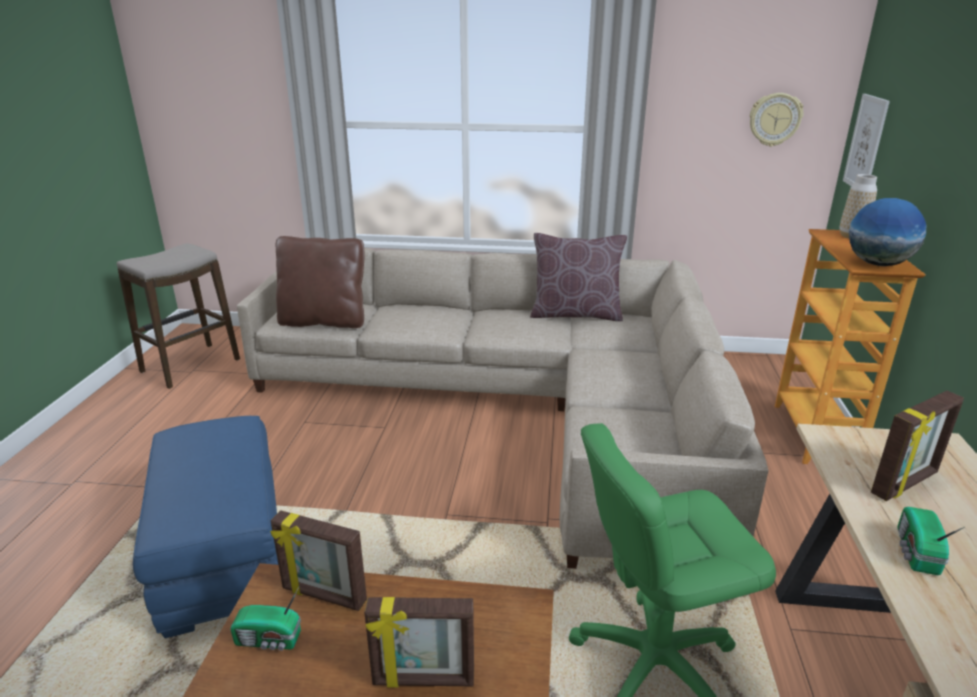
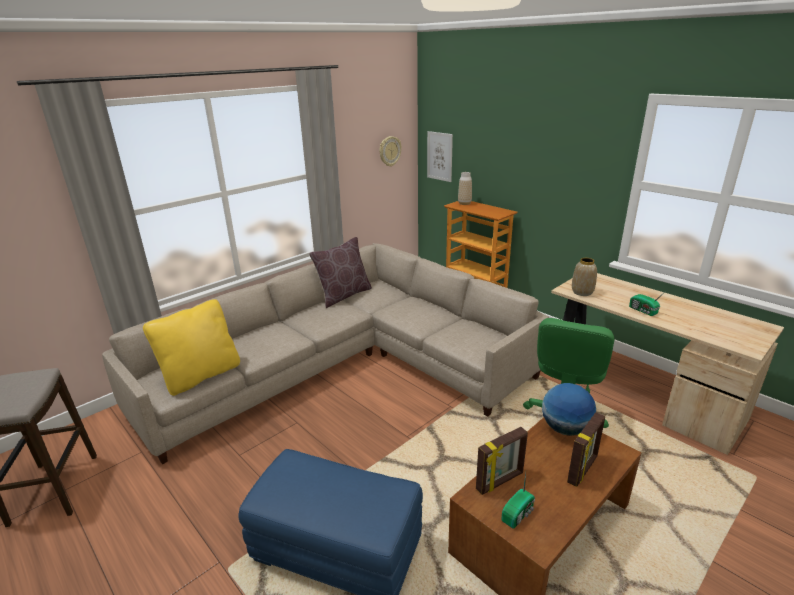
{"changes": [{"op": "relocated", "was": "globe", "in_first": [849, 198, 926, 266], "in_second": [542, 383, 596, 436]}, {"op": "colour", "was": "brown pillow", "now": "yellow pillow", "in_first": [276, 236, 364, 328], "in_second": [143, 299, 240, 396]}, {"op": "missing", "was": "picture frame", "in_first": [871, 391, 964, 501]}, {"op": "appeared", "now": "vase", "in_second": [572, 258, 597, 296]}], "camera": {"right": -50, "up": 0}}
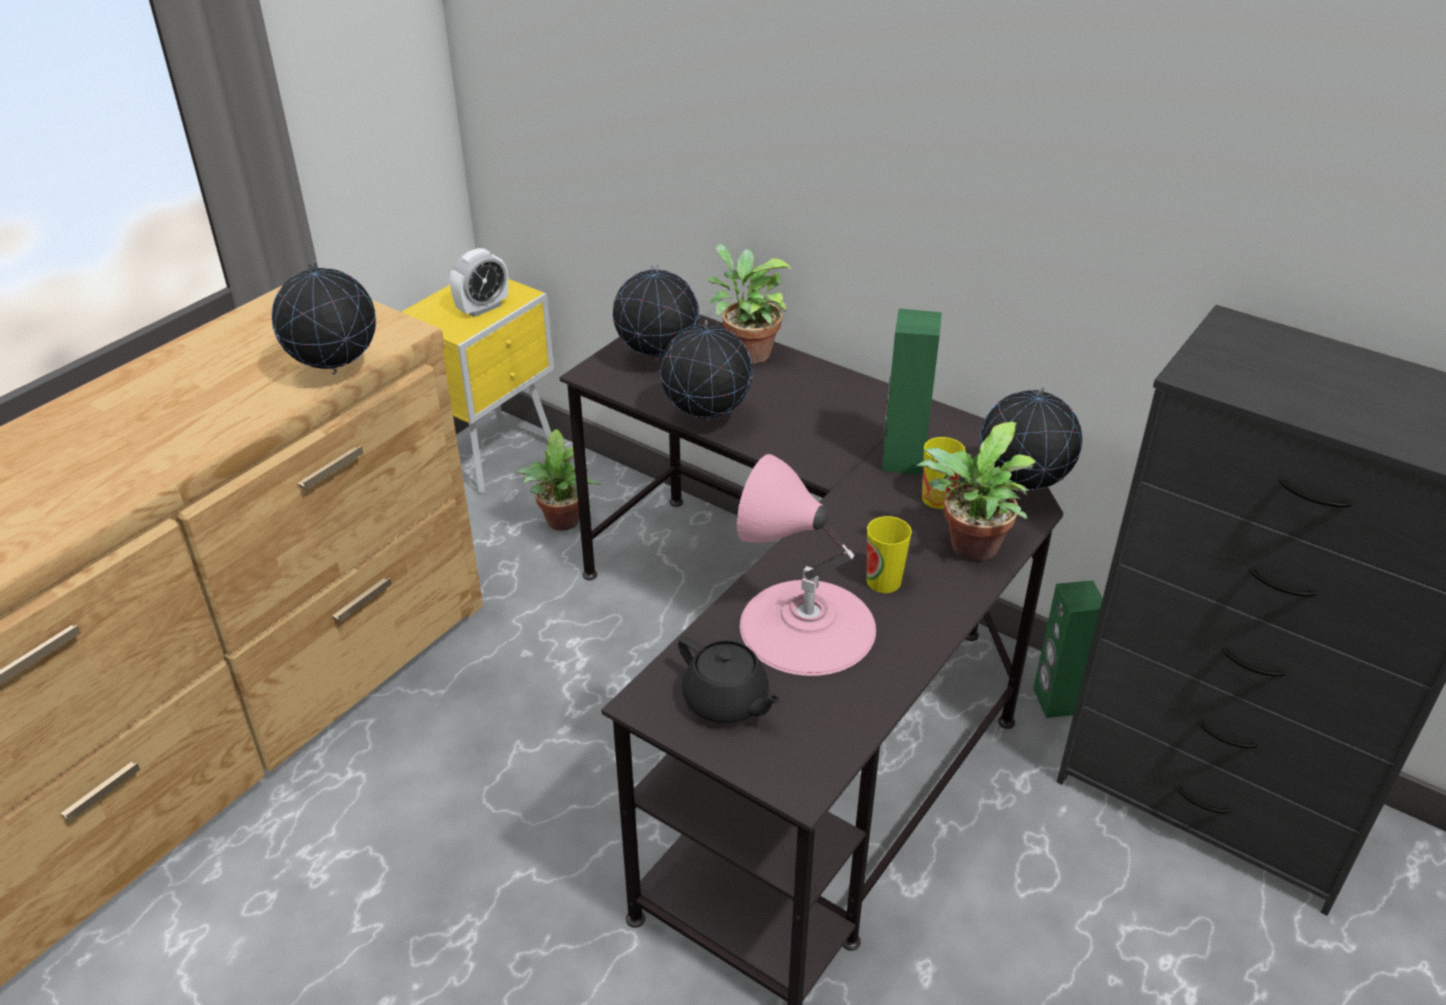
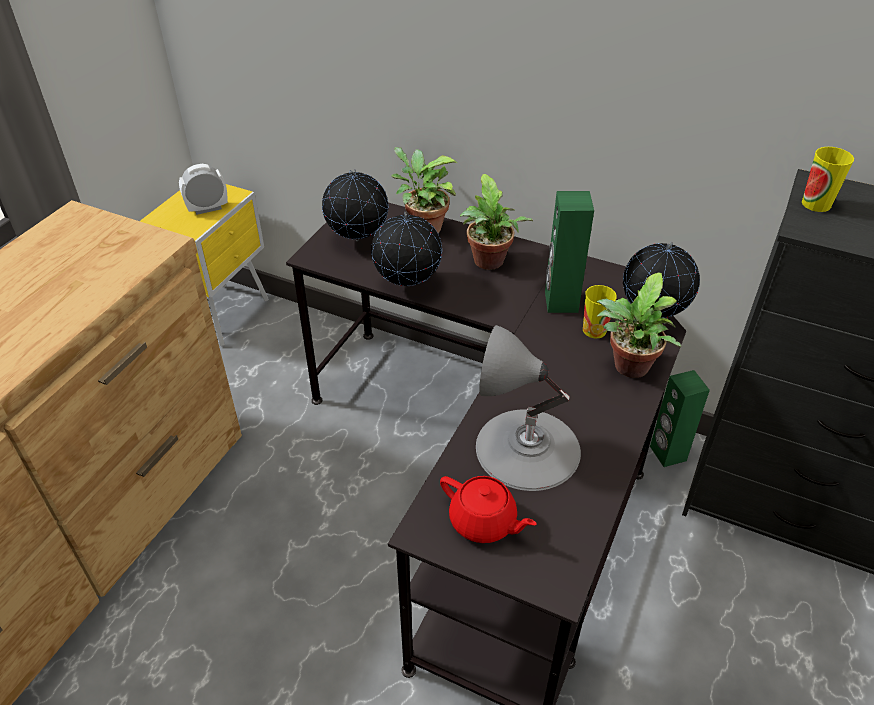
{"changes": [{"op": "spun", "was": "alarm clock", "in_first": [450, 248, 508, 317], "in_second": [179, 164, 227, 215], "clockwise": -150}, {"op": "missing", "was": "globe", "in_first": [271, 261, 376, 374]}, {"op": "relocated", "was": "potted plant", "in_first": [515, 429, 601, 531], "in_second": [460, 174, 533, 270]}, {"op": "colour", "was": "pink table lamp", "now": "grey table lamp", "in_first": [737, 454, 876, 676], "in_second": [476, 325, 581, 491]}, {"op": "relocated", "was": "cup", "in_first": [867, 516, 912, 593], "in_second": [802, 147, 854, 212]}, {"op": "colour", "was": "black teapot", "now": "red teapot", "in_first": [678, 637, 782, 723], "in_second": [440, 476, 537, 543]}], "camera": {"right": -10, "up": 5}}
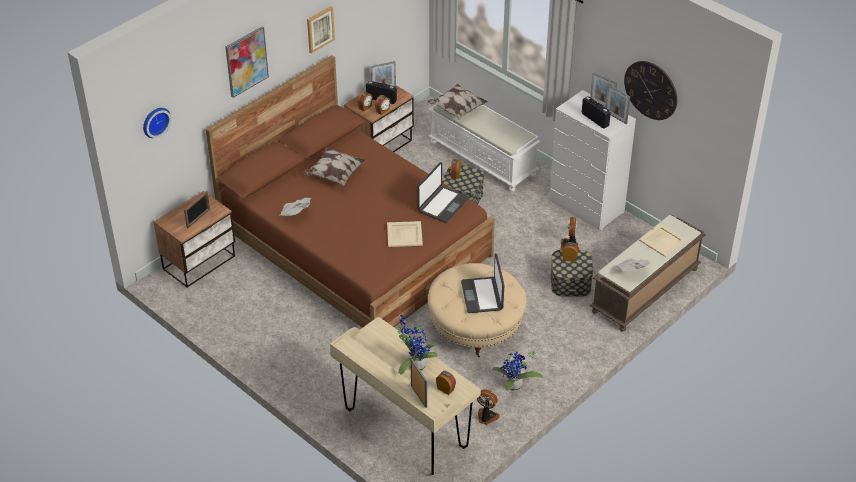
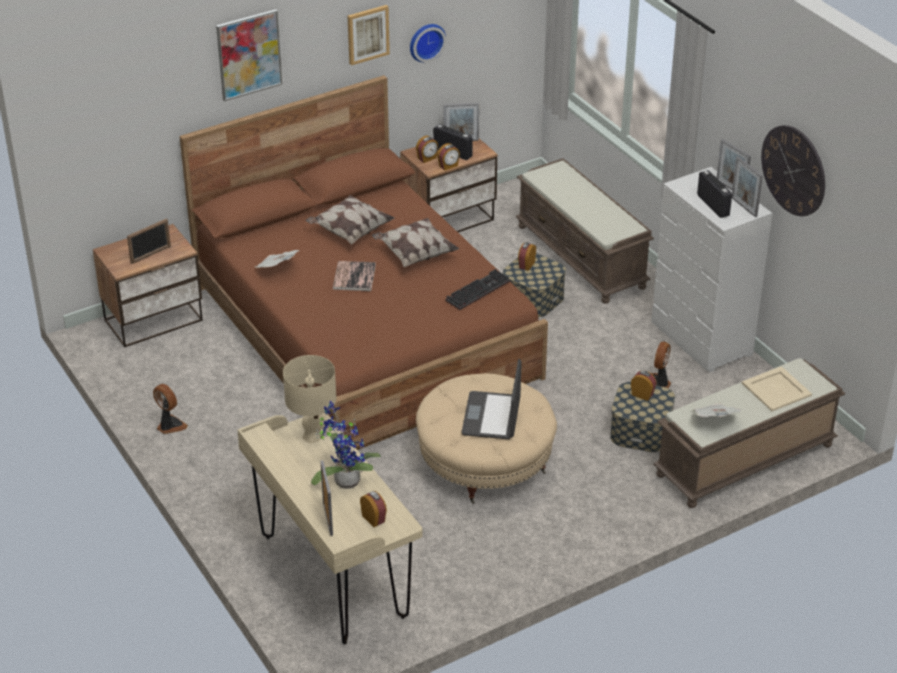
{"changes": [{"op": "relocated", "was": "pillow", "in_first": [427, 84, 488, 120], "in_second": [372, 218, 460, 267]}, {"op": "colour", "was": "white bench", "now": "brown bench", "in_first": [429, 104, 541, 192], "in_second": [516, 158, 654, 304]}, {"op": "relocated", "was": "wall clock", "in_first": [143, 108, 171, 138], "in_second": [410, 24, 446, 62]}, {"op": "exchanged", "was": "laptop", "now": "keyboard", "in_first": [417, 162, 469, 223], "in_second": [445, 269, 510, 310]}, {"op": "missing", "was": "beige tray", "in_first": [387, 221, 423, 247]}, {"op": "missing", "was": "potted plant", "in_first": [493, 351, 542, 391]}, {"op": "relocated", "was": "fan", "in_first": [477, 389, 500, 425], "in_second": [153, 384, 188, 434]}, {"op": "appeared", "now": "book", "in_second": [333, 261, 376, 291]}, {"op": "appeared", "now": "beige table lamp", "in_second": [283, 355, 336, 443]}], "camera": {"right": 15, "up": -5}}
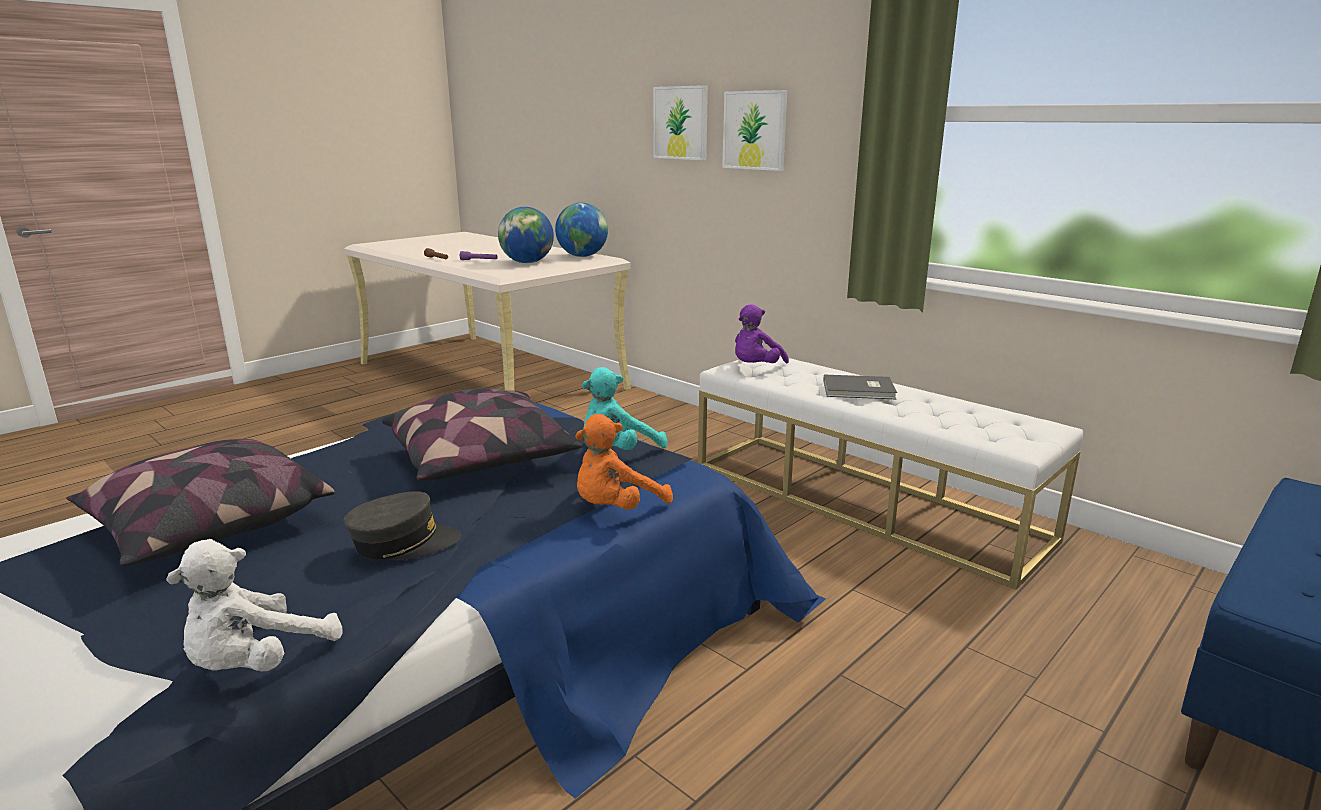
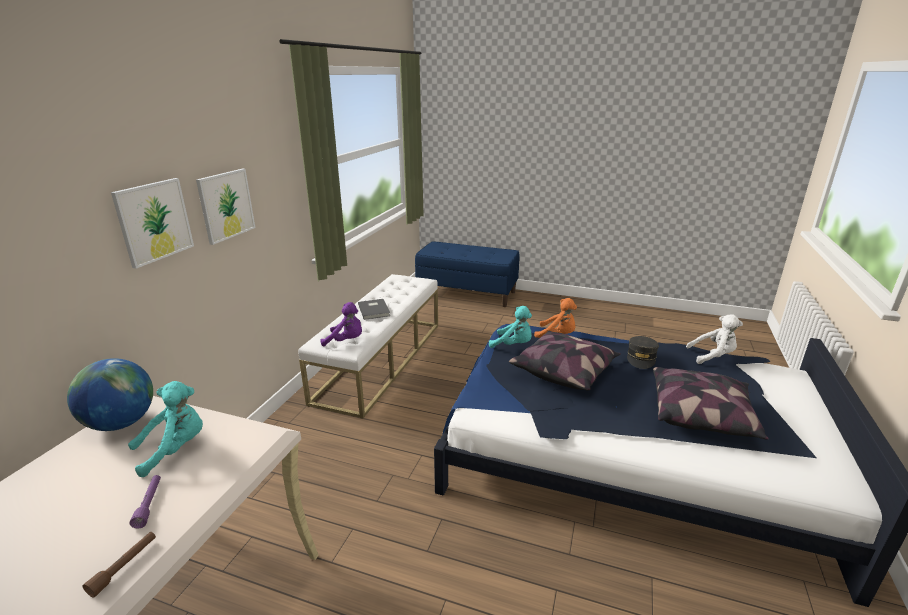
{"changes": [{"op": "exchanged", "was": "globe", "now": "turquoise plush toy", "in_first": [498, 207, 554, 263], "in_second": [128, 381, 203, 477]}, {"op": "spun", "was": "grey cap", "in_first": [344, 491, 461, 559], "in_second": [627, 336, 659, 369], "clockwise": -120}], "camera": {"right": -115, "up": 5}}
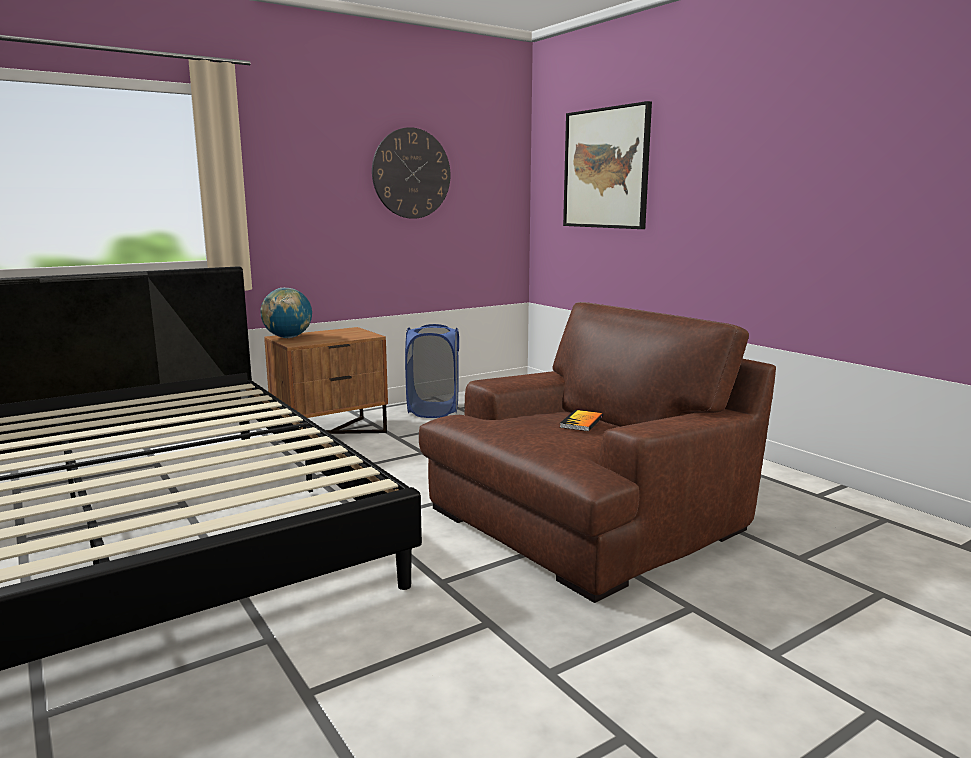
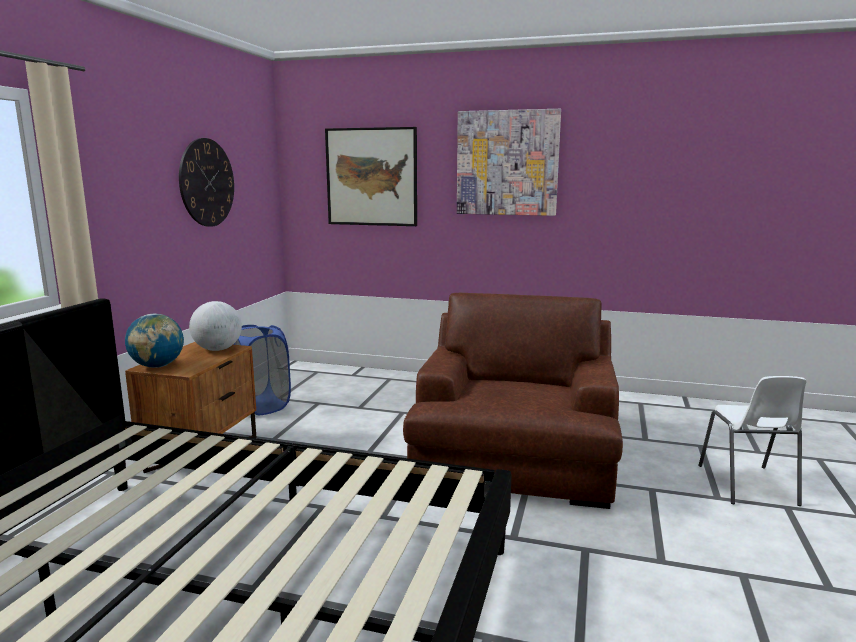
{"changes": [{"op": "missing", "was": "book", "in_first": [560, 410, 603, 431]}, {"op": "appeared", "now": "picture", "in_second": [457, 109, 561, 216]}, {"op": "appeared", "now": "globe", "in_second": [189, 301, 242, 351]}, {"op": "appeared", "now": "white chair", "in_second": [698, 376, 807, 506]}], "camera": {"right": -40, "up": 0}}
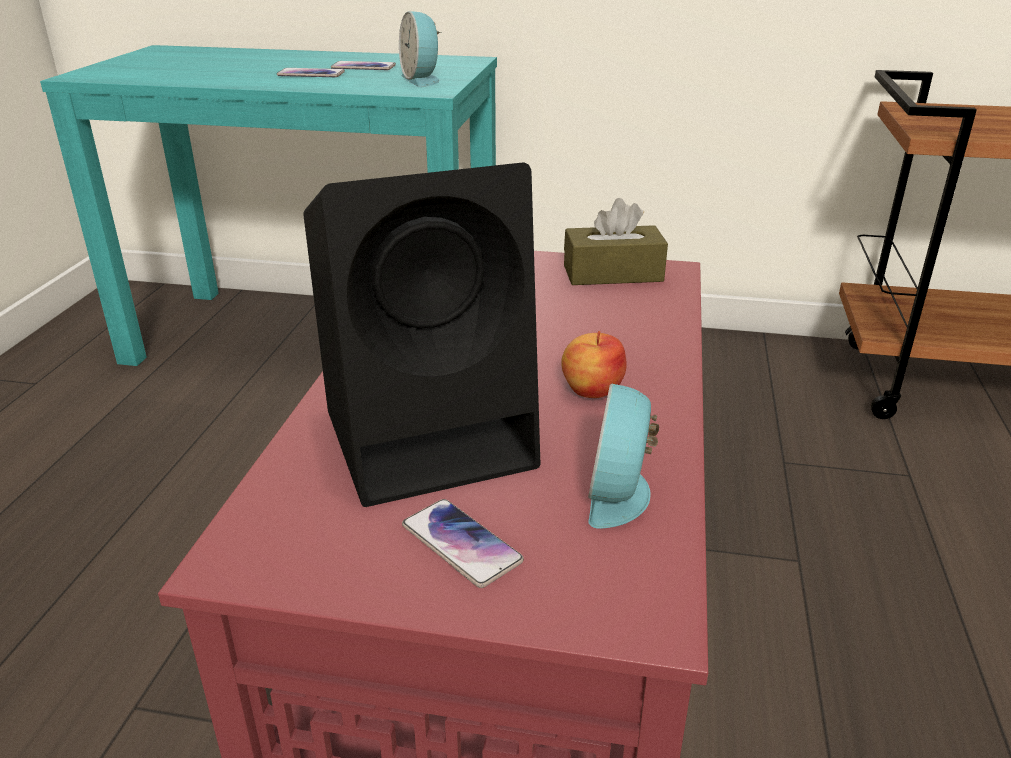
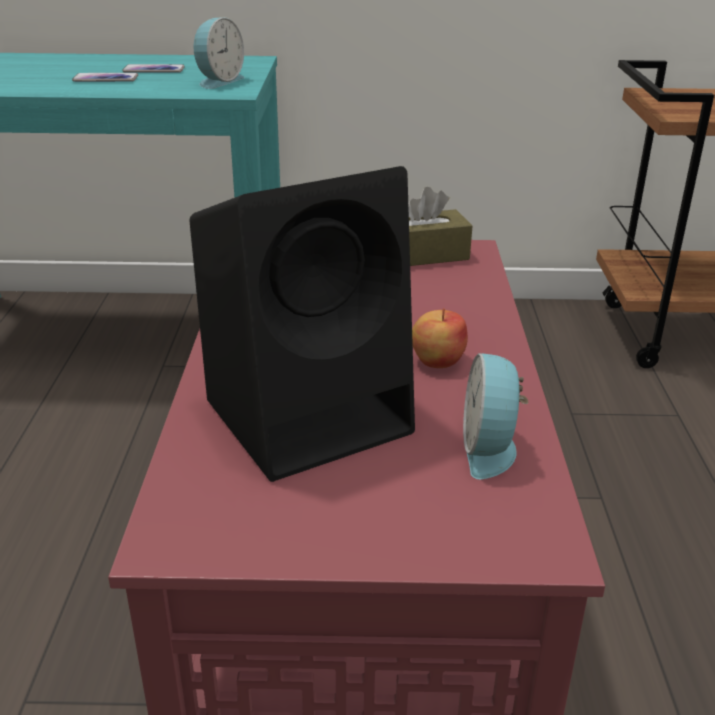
{"changes": [{"op": "spun", "was": "alarm clock", "in_first": [399, 11, 442, 87], "in_second": [194, 17, 245, 89], "clockwise": -120}, {"op": "missing", "was": "phone", "in_first": [402, 499, 524, 588]}], "camera": {"right": -10, "up": 0}}
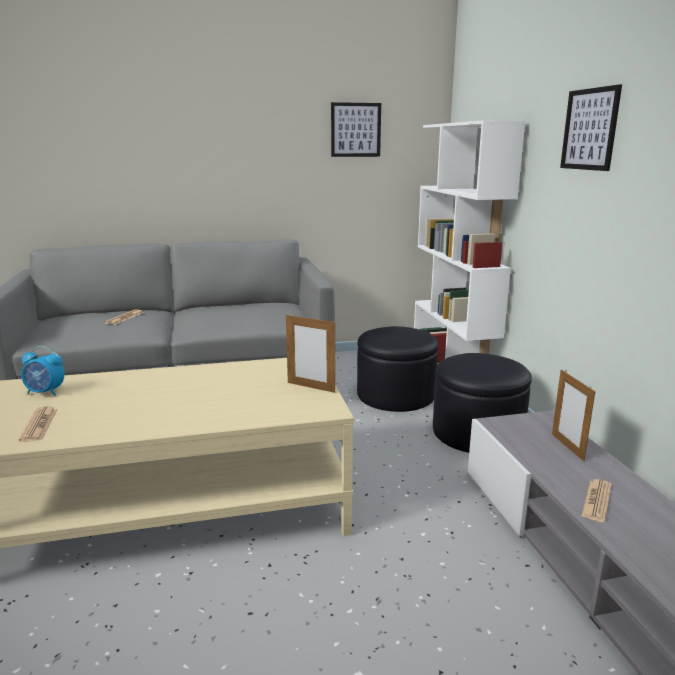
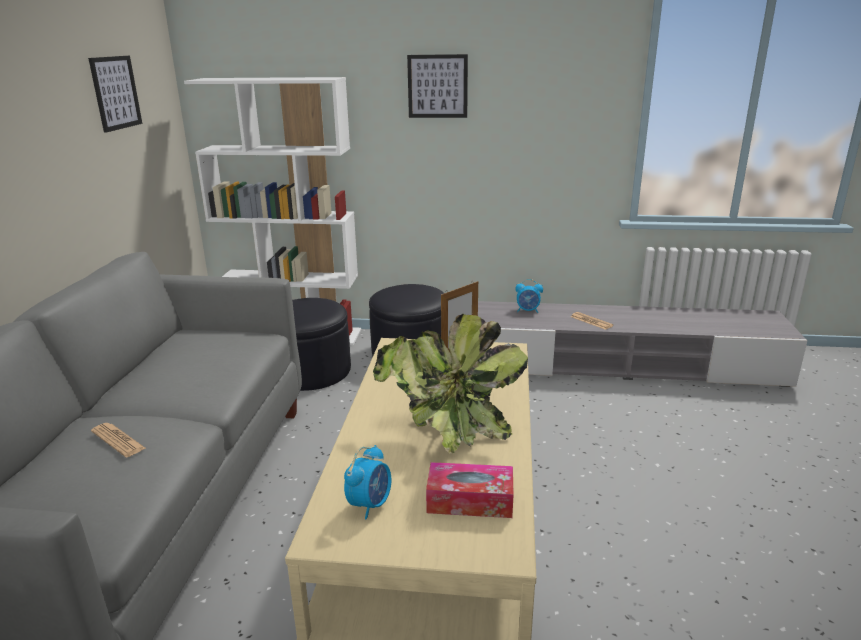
{"changes": [{"op": "exchanged", "was": "picture frame", "now": "alarm clock", "in_first": [552, 370, 595, 461], "in_second": [515, 279, 543, 313]}, {"op": "exchanged", "was": "newspaper", "now": "tissue box", "in_first": [19, 406, 57, 442], "in_second": [426, 462, 514, 518]}, {"op": "appeared", "now": "potted plant", "in_second": [373, 314, 528, 453]}], "camera": {"right": -70, "up": 5}}
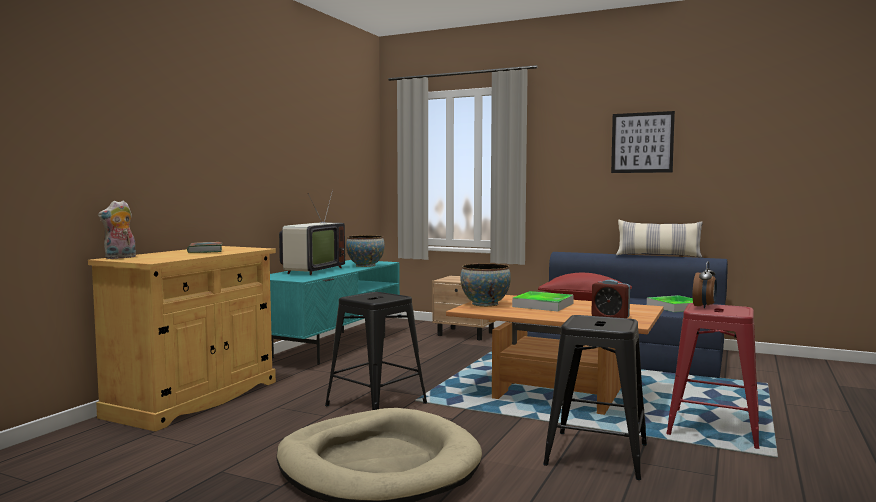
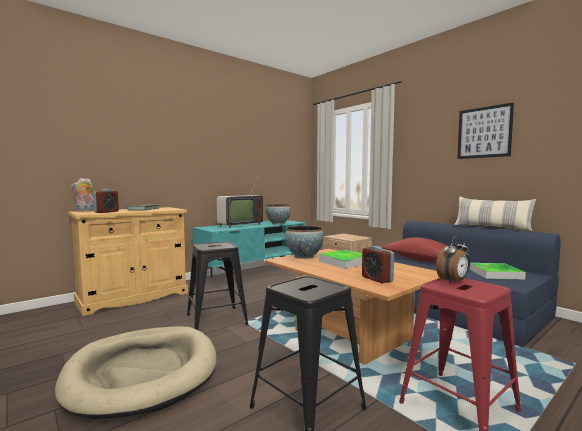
{"changes": [{"op": "appeared", "now": "alarm clock", "in_second": [93, 189, 119, 213]}], "camera": {"right": 25, "up": 0}}
